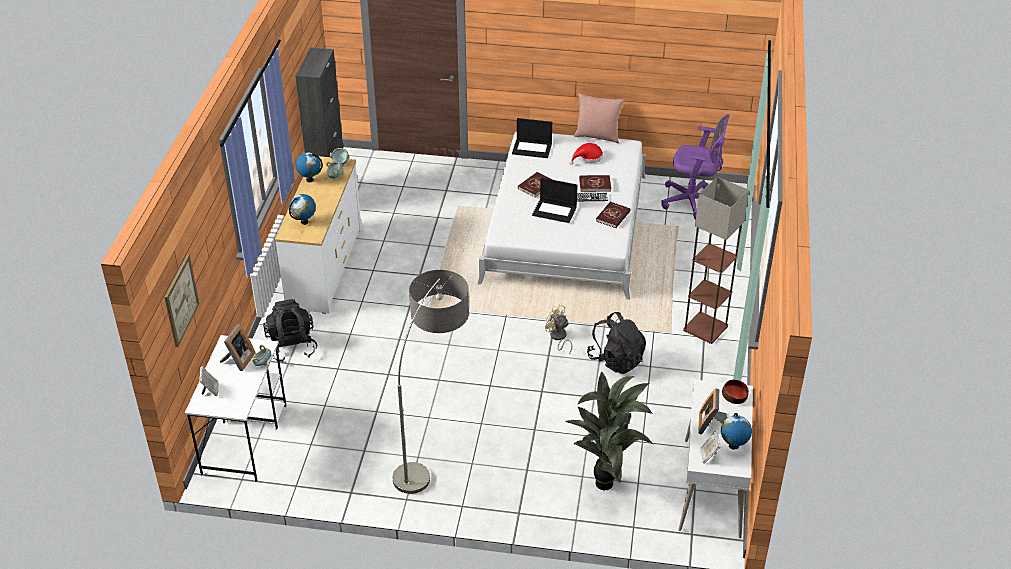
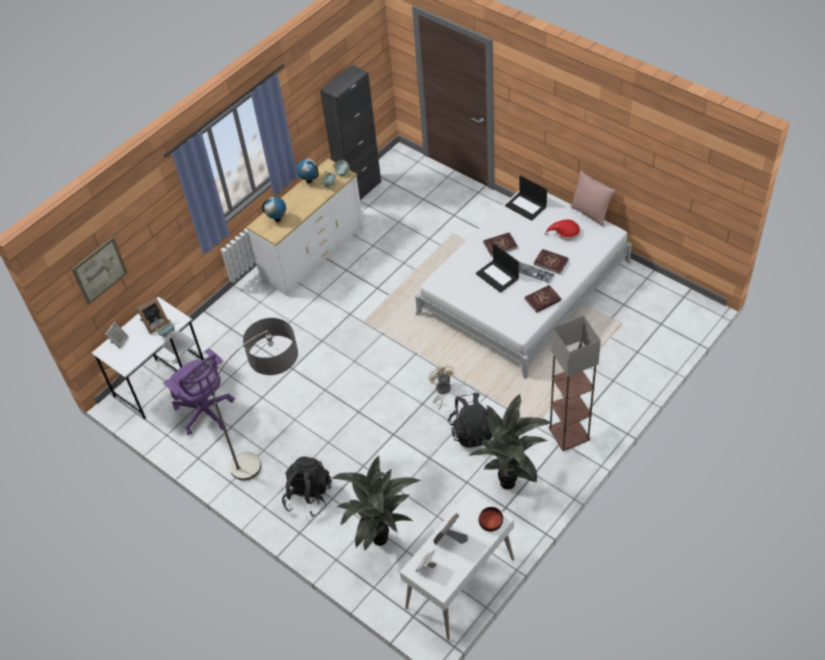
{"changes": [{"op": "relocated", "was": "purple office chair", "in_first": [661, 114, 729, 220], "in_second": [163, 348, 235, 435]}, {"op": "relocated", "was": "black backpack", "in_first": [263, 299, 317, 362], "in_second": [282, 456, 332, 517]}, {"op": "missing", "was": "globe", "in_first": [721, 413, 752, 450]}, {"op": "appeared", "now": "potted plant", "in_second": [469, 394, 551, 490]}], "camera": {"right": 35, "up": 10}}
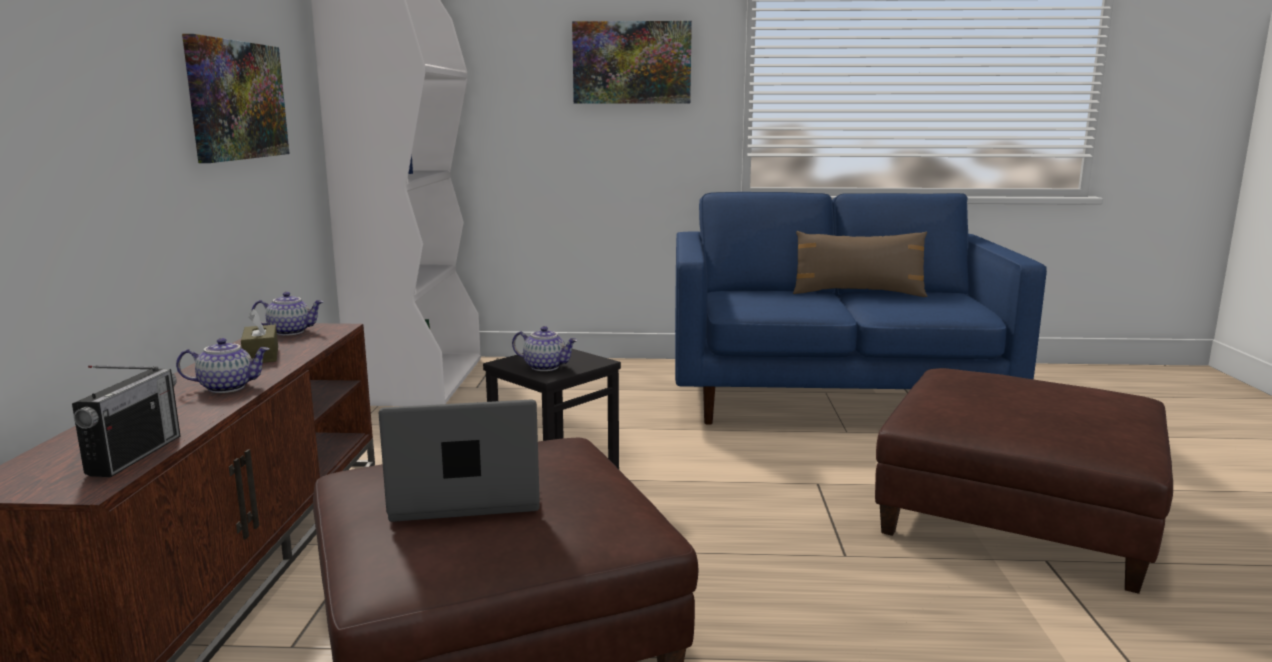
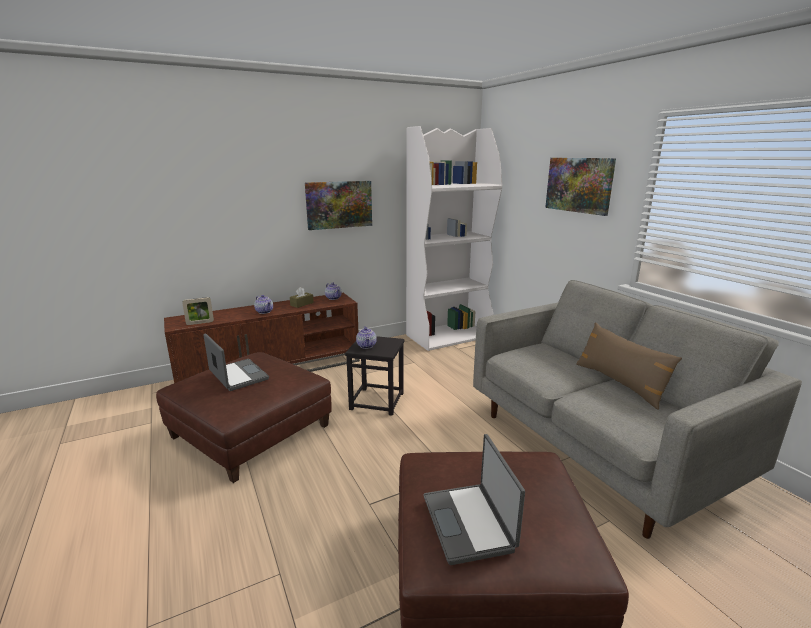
{"changes": [{"op": "colour", "was": "blue sofa", "now": "grey sofa", "in_first": [675, 192, 1047, 425], "in_second": [473, 280, 802, 539]}, {"op": "exchanged", "was": "radio", "now": "picture frame", "in_first": [72, 365, 181, 477], "in_second": [182, 297, 214, 325]}, {"op": "appeared", "now": "laptop", "in_second": [424, 434, 525, 565]}], "camera": {"right": 60, "up": 5}}
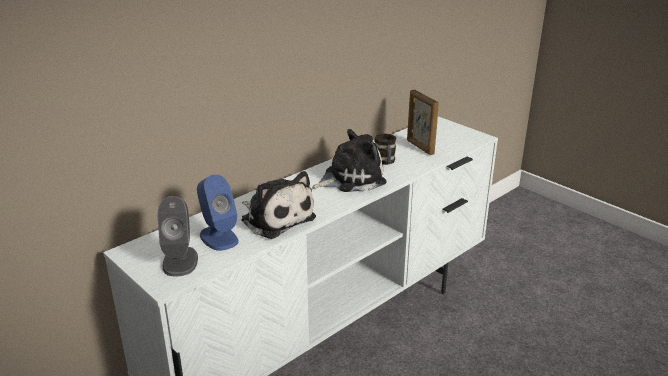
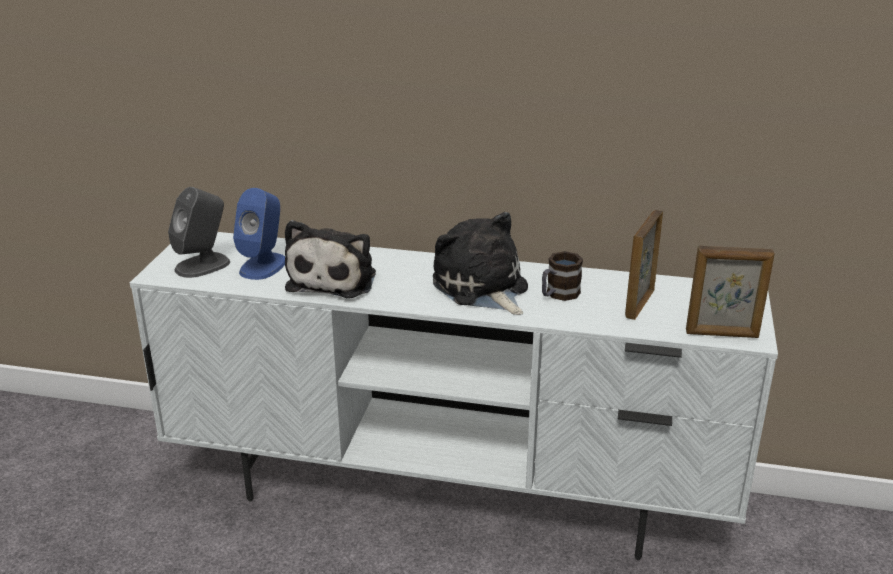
{"changes": [{"op": "spun", "was": "plush toy", "in_first": [312, 129, 387, 192], "in_second": [433, 212, 528, 315], "clockwise": -150}, {"op": "appeared", "now": "picture frame", "in_second": [686, 246, 775, 338]}], "camera": {"right": 55, "up": 0}}
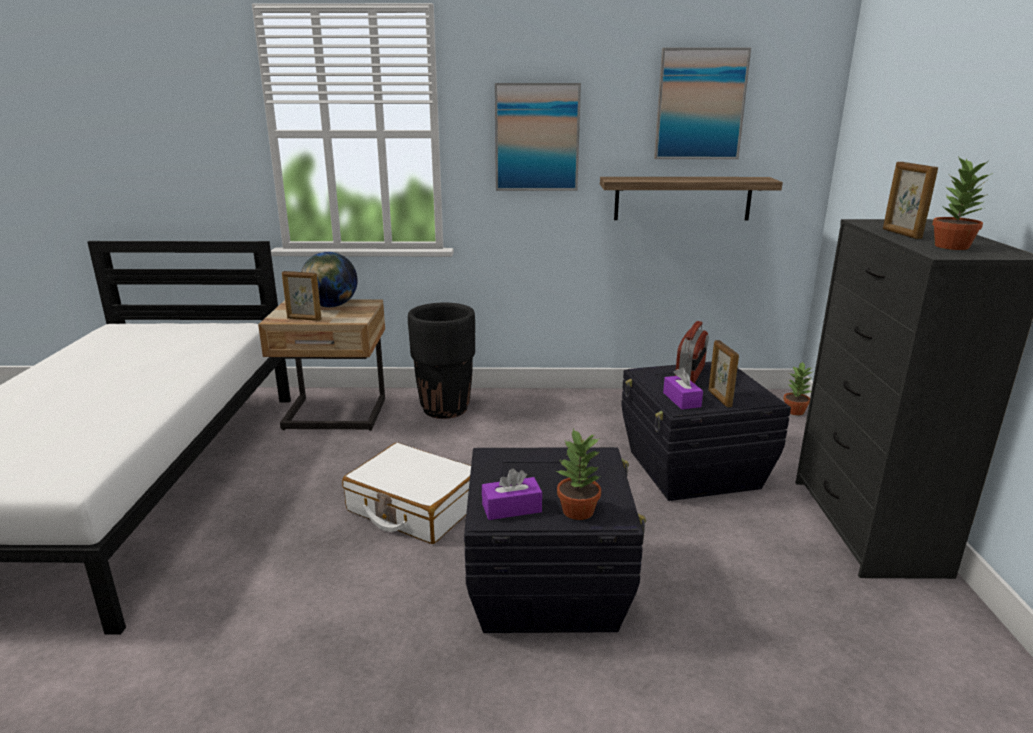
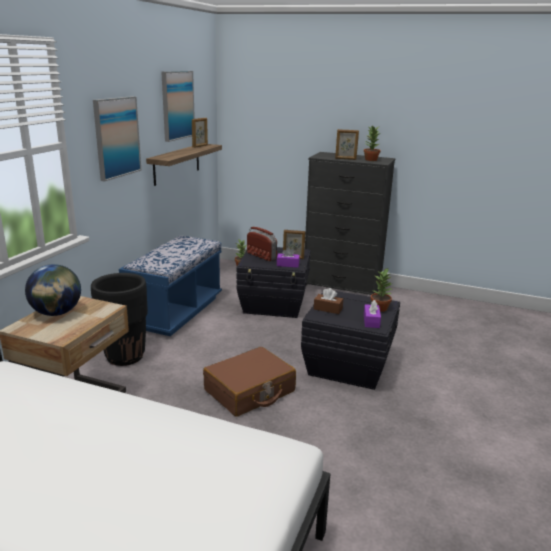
{"changes": [{"op": "relocated", "was": "picture frame", "in_first": [282, 271, 322, 321], "in_second": [192, 118, 208, 148]}, {"op": "colour", "was": "white suitcase", "now": "brown suitcase", "in_first": [342, 443, 471, 544], "in_second": [203, 347, 296, 417]}, {"op": "appeared", "now": "blue bench", "in_second": [119, 236, 222, 336]}, {"op": "appeared", "now": "brown tissue box", "in_second": [314, 288, 343, 314]}], "camera": {"right": -70, "up": 0}}
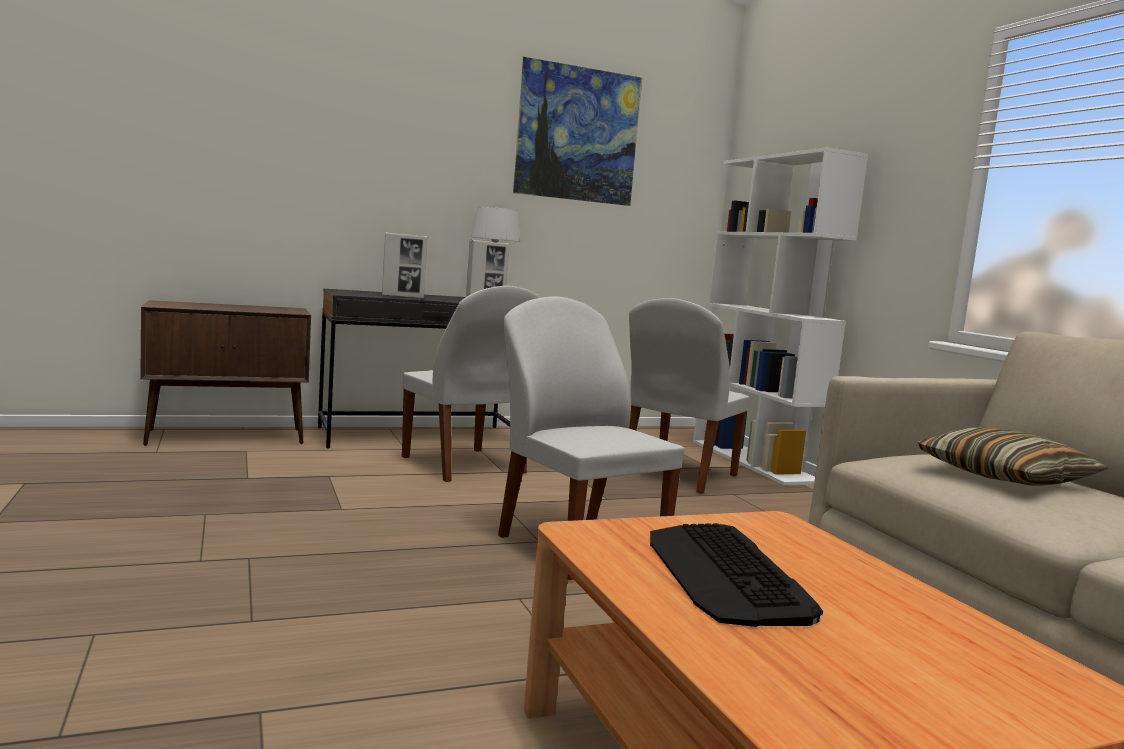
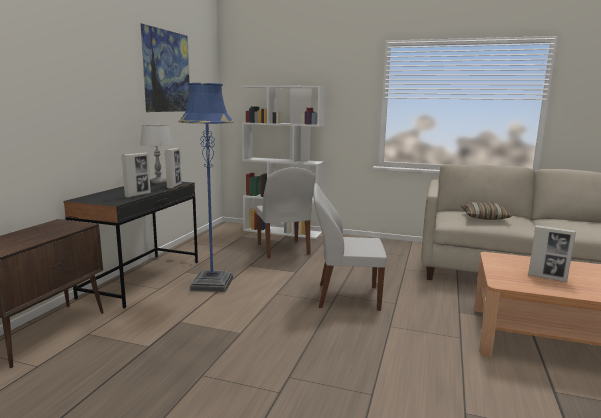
{"changes": [{"op": "exchanged", "was": "white chair", "now": "blue floor lamp", "in_first": [402, 286, 541, 482], "in_second": [179, 83, 234, 292]}, {"op": "exchanged", "was": "keyboard", "now": "picture frame", "in_first": [650, 523, 823, 627], "in_second": [528, 225, 576, 282]}], "camera": {"right": -50, "up": 5}}
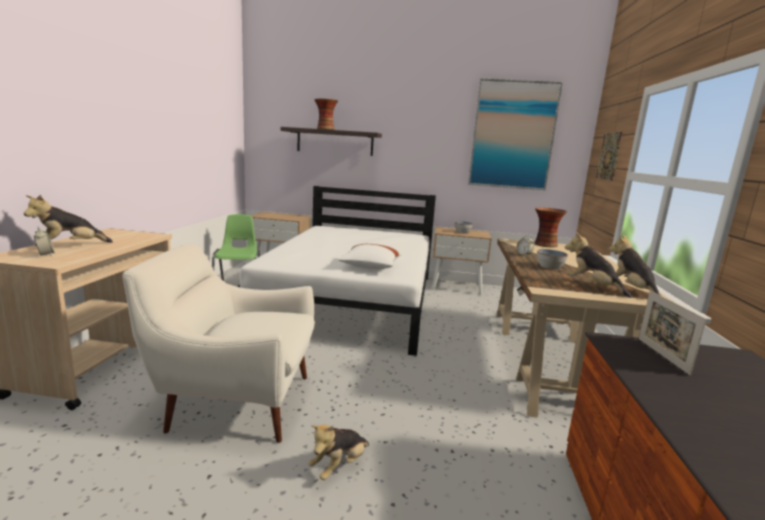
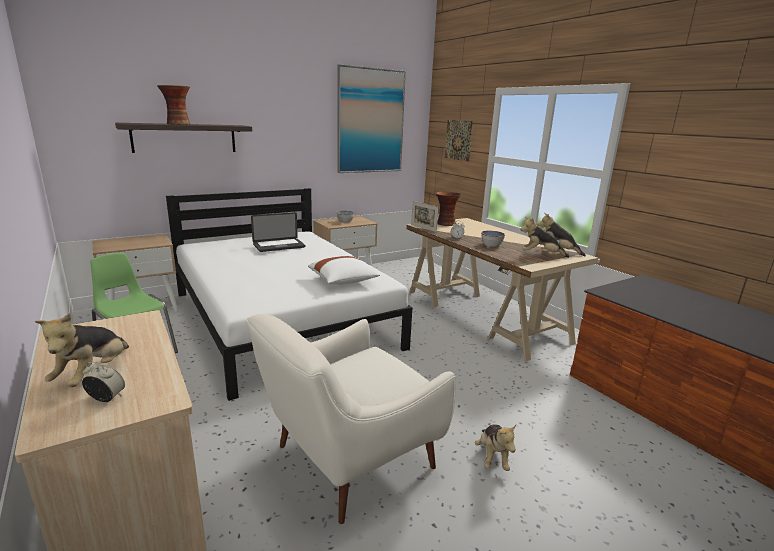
{"changes": [{"op": "relocated", "was": "picture frame", "in_first": [638, 291, 707, 375], "in_second": [411, 201, 438, 232]}, {"op": "appeared", "now": "laptop", "in_second": [251, 212, 305, 252]}], "camera": {"right": -40, "up": 5}}
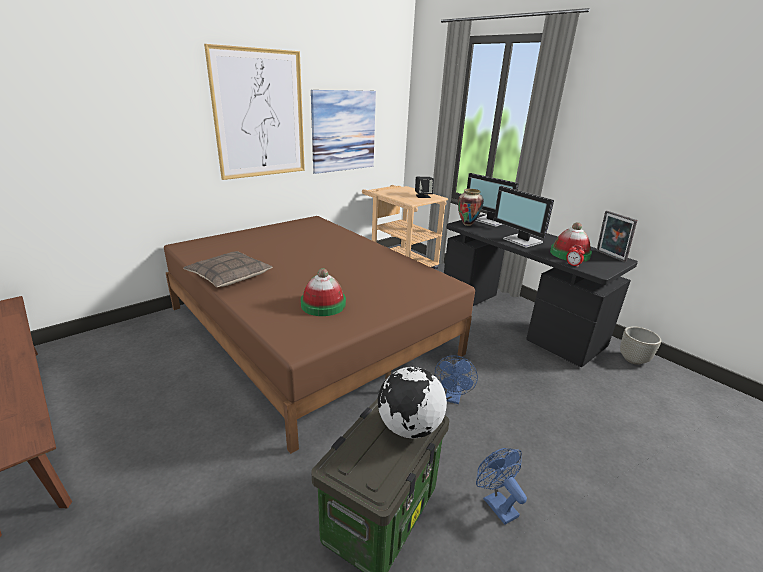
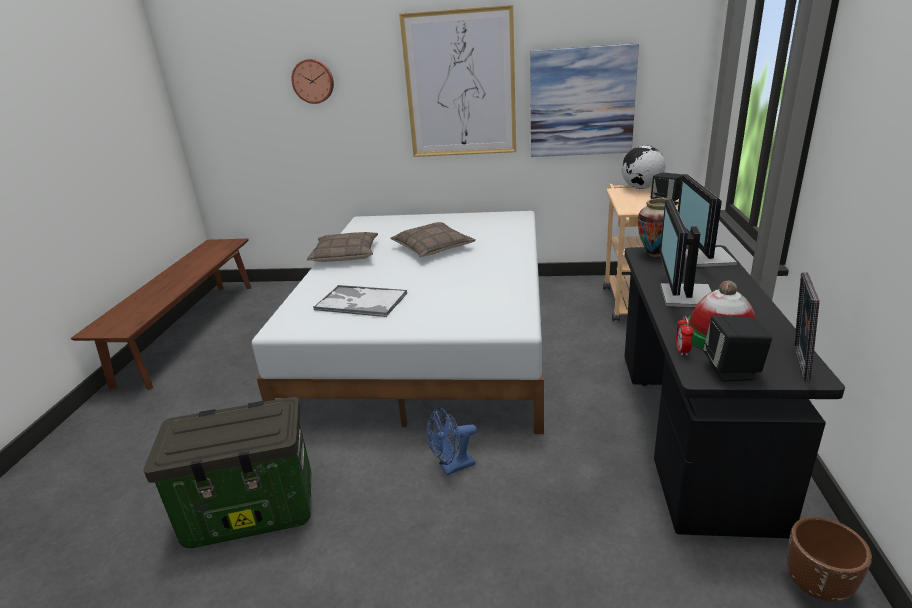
{"changes": [{"op": "colour", "was": "brown bed", "now": "white bed", "in_first": [164, 216, 475, 454], "in_second": [252, 211, 544, 434]}, {"op": "exchanged", "was": "hat", "now": "tray", "in_first": [301, 268, 346, 316], "in_second": [313, 285, 407, 317]}, {"op": "colour", "was": "grey planter", "now": "brown planter", "in_first": [620, 326, 661, 365], "in_second": [787, 516, 872, 602]}, {"op": "relocated", "was": "globe", "in_first": [378, 367, 447, 439], "in_second": [621, 146, 665, 189]}, {"op": "missing", "was": "blue fan", "in_first": [476, 448, 527, 525]}, {"op": "appeared", "now": "wall clock", "in_second": [291, 59, 334, 104]}, {"op": "appeared", "now": "pillow", "in_second": [390, 222, 476, 257]}, {"op": "appeared", "now": "black speaker", "in_second": [703, 316, 772, 382]}], "camera": {"right": 50, "up": 0}}
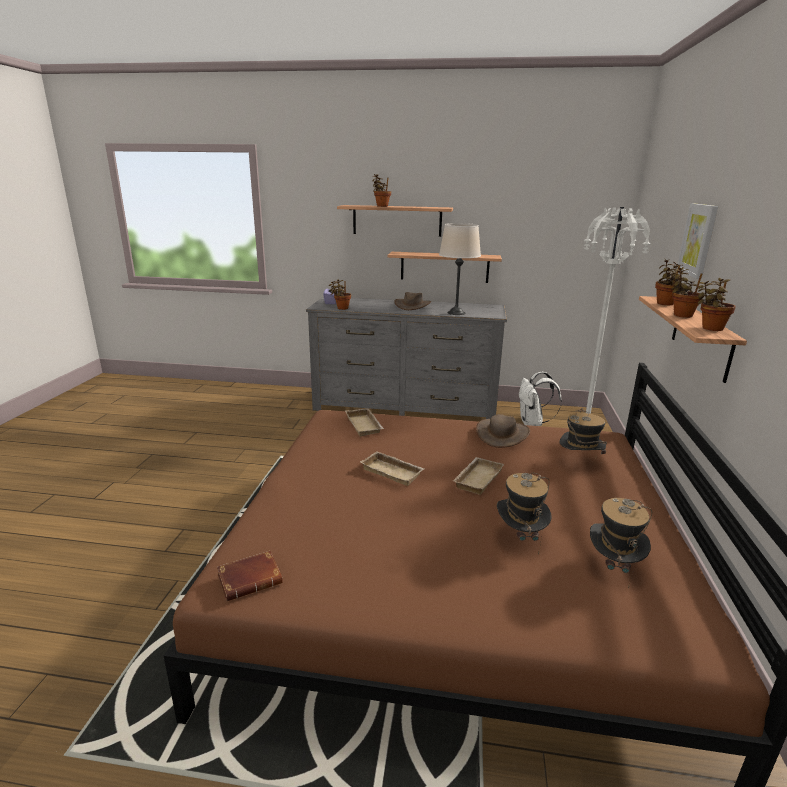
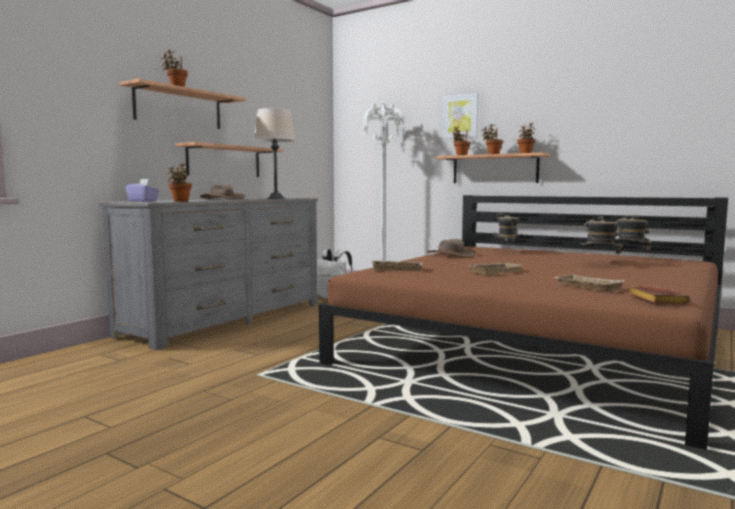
{"changes": [{"op": "relocated", "was": "beige tray", "in_first": [453, 457, 504, 495], "in_second": [554, 274, 625, 292]}], "camera": {"right": -65, "up": -15}}
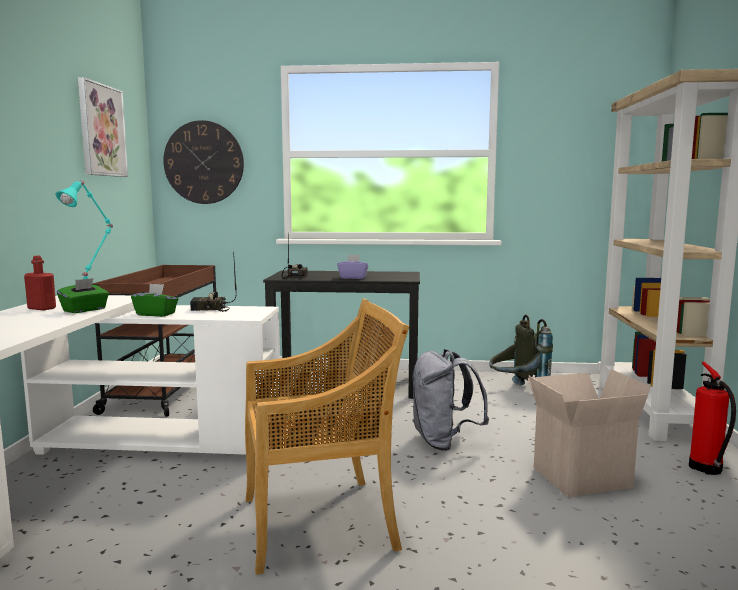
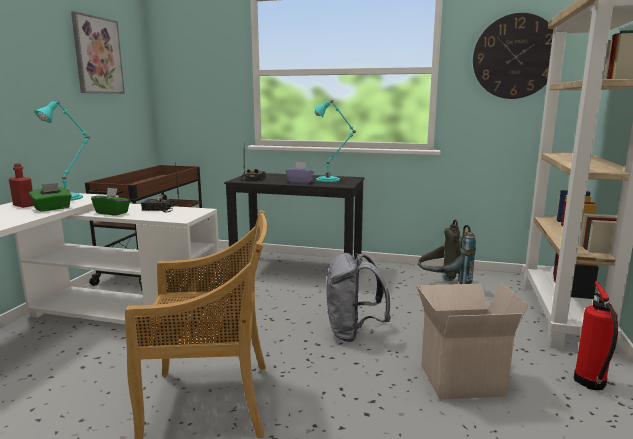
{"changes": [{"op": "relocated", "was": "wall clock", "in_first": [163, 120, 244, 204], "in_second": [473, 13, 553, 99]}, {"op": "appeared", "now": "turquoise table lamp", "in_second": [313, 100, 356, 182]}], "camera": {"right": 10, "up": 5}}
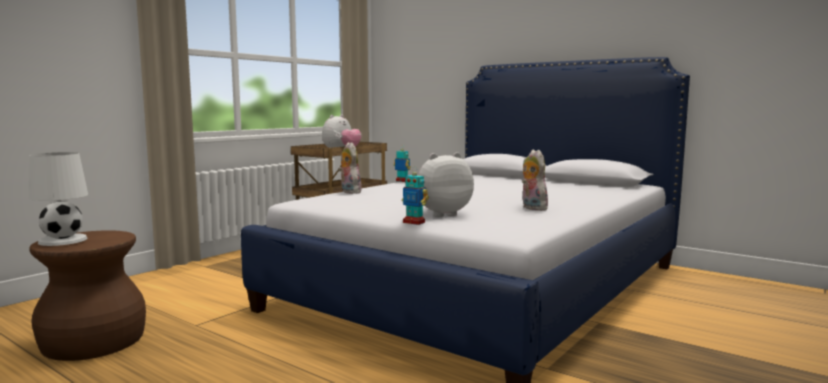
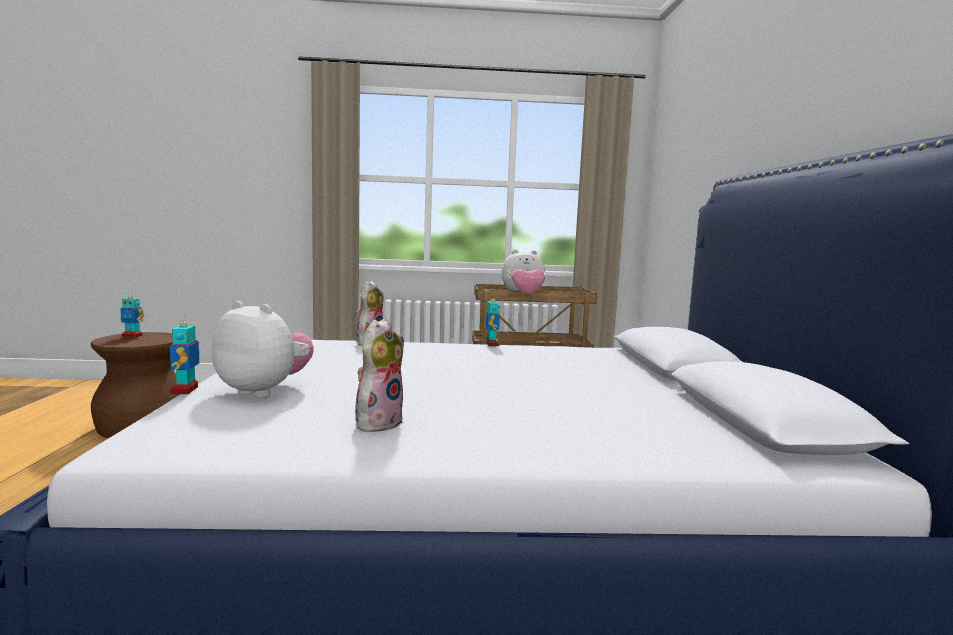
{"changes": [{"op": "exchanged", "was": "white table lamp", "now": "toy robot", "in_first": [28, 152, 88, 246], "in_second": [120, 291, 145, 337]}], "camera": {"right": 50, "up": 0}}
